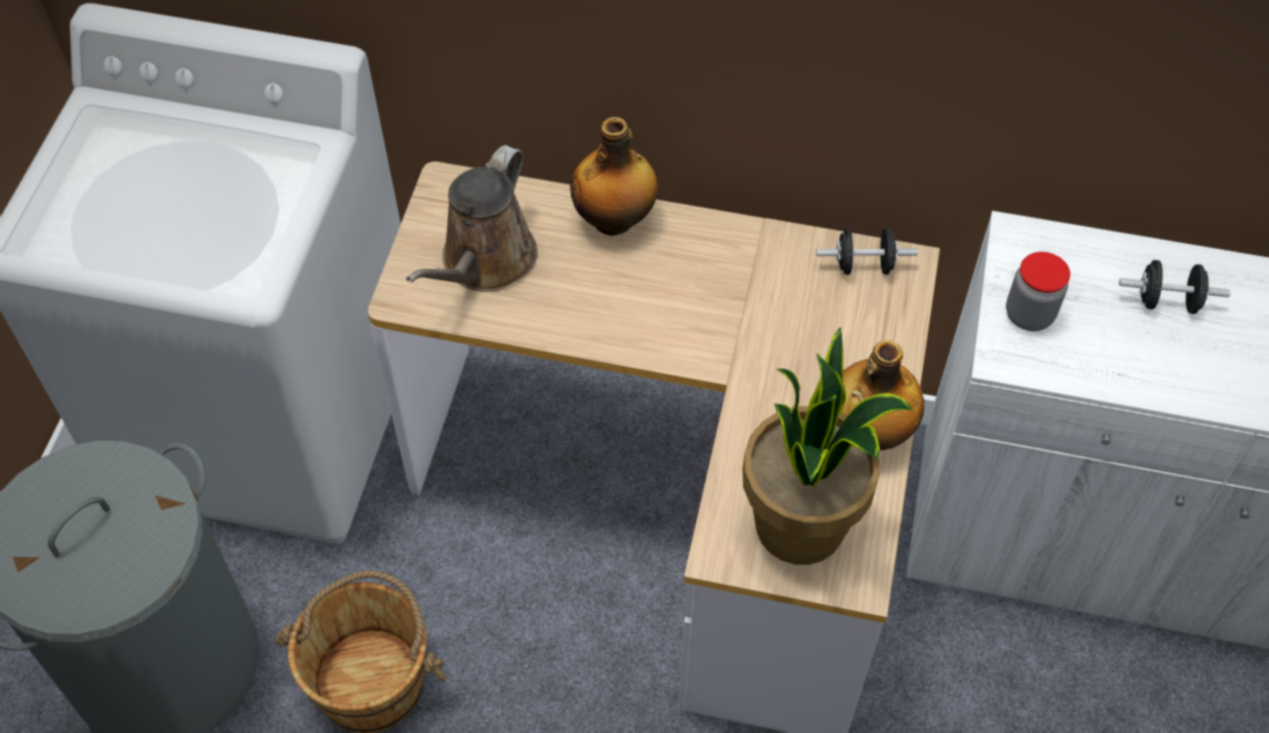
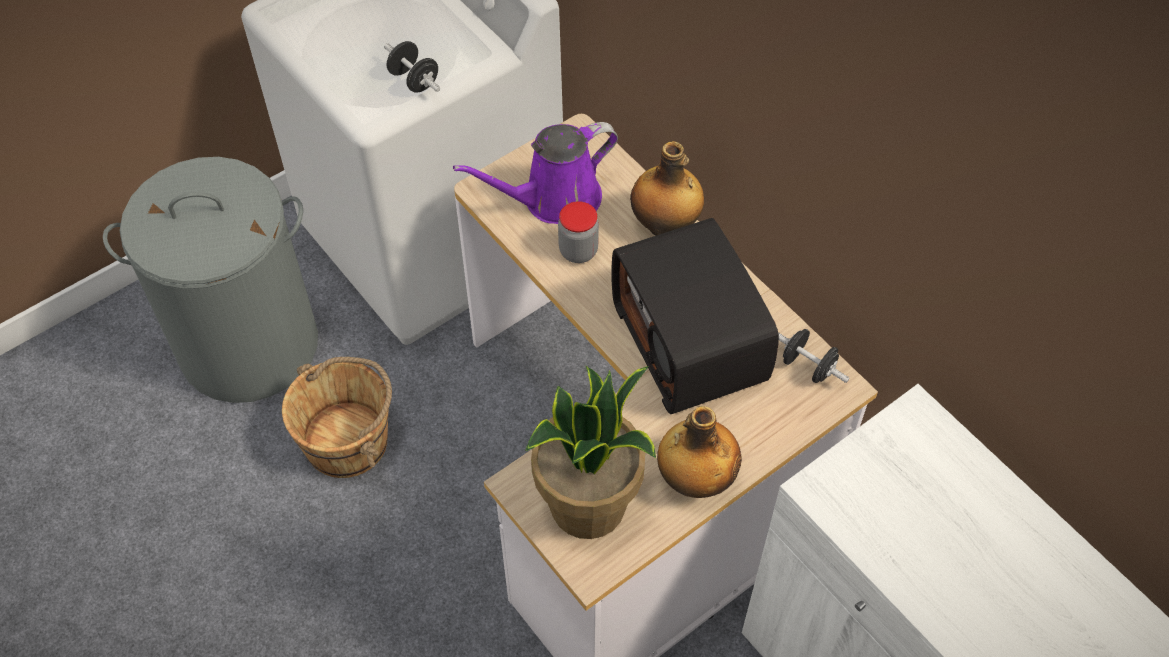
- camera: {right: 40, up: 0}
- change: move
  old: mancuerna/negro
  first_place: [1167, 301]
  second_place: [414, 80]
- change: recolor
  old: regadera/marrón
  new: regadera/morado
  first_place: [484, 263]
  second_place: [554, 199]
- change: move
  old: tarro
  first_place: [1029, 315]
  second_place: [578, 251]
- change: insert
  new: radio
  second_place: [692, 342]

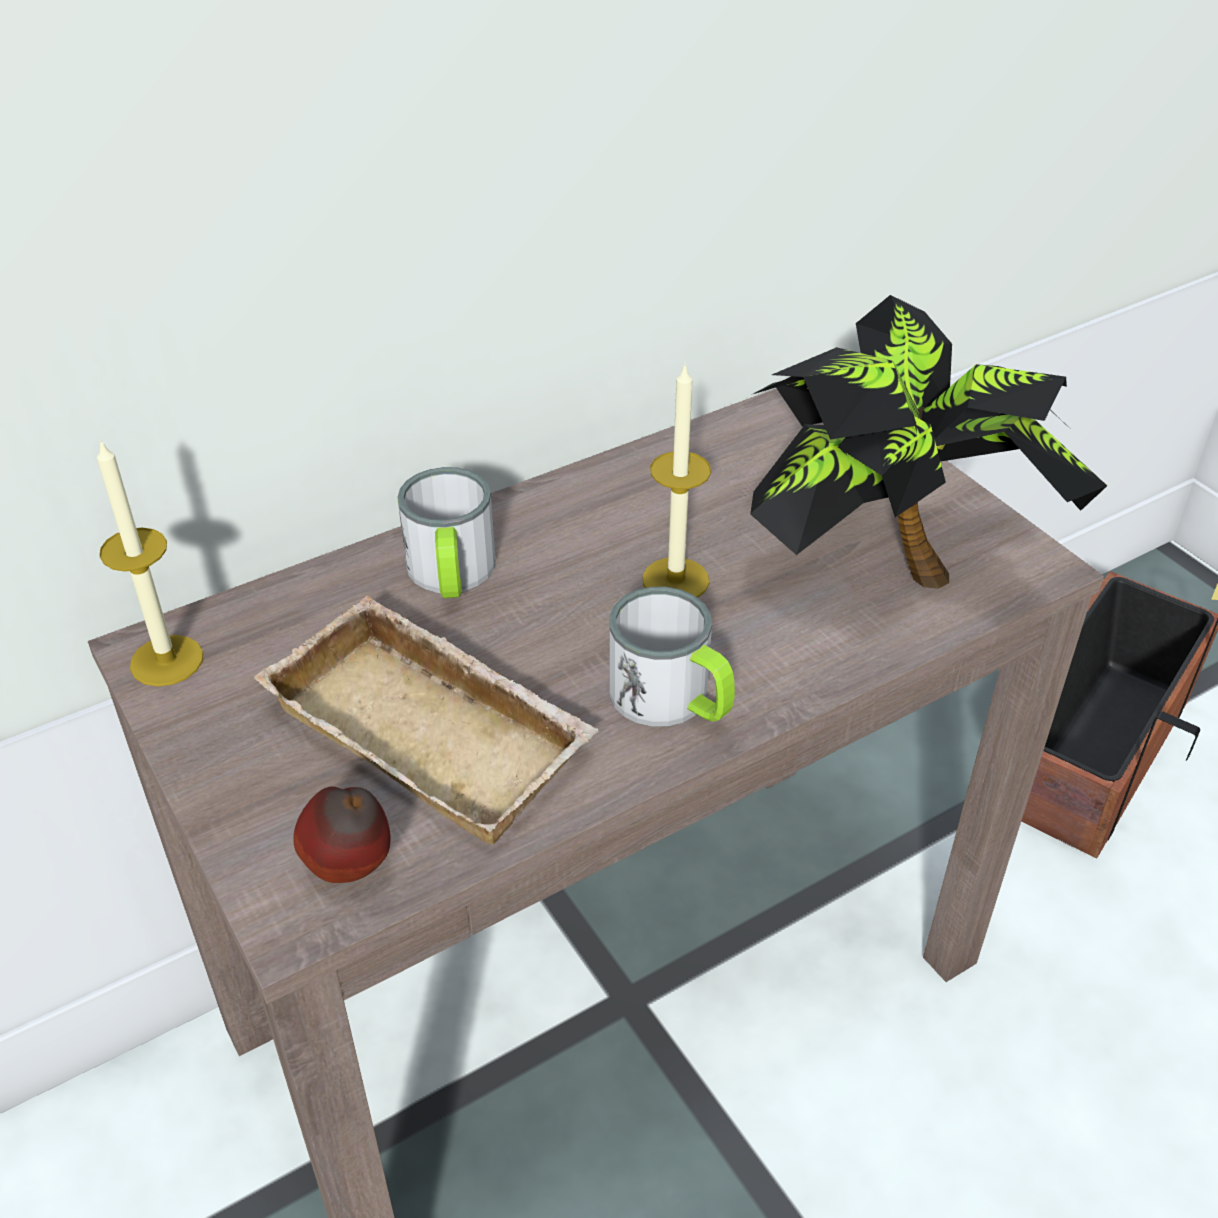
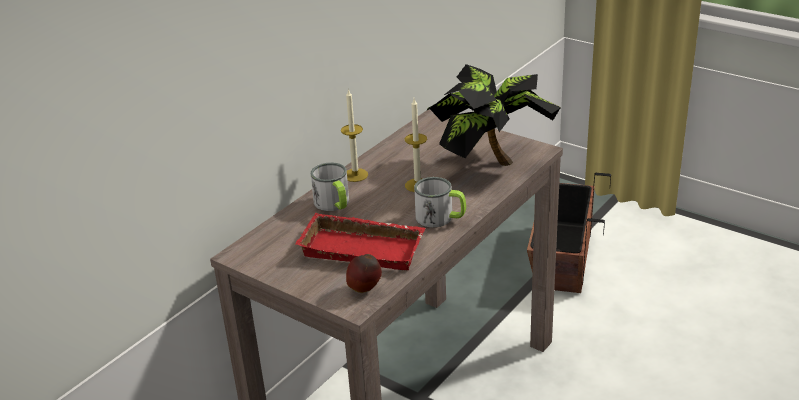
- camera: {right: -20, up: -10}
- change: recolor
  old: bandeja/beis
  new: bandeja/rojo
  first_place: [437, 730]
  second_place: [364, 247]
- change: move
  old: vela
  first_place: [167, 660]
  second_place: [355, 175]

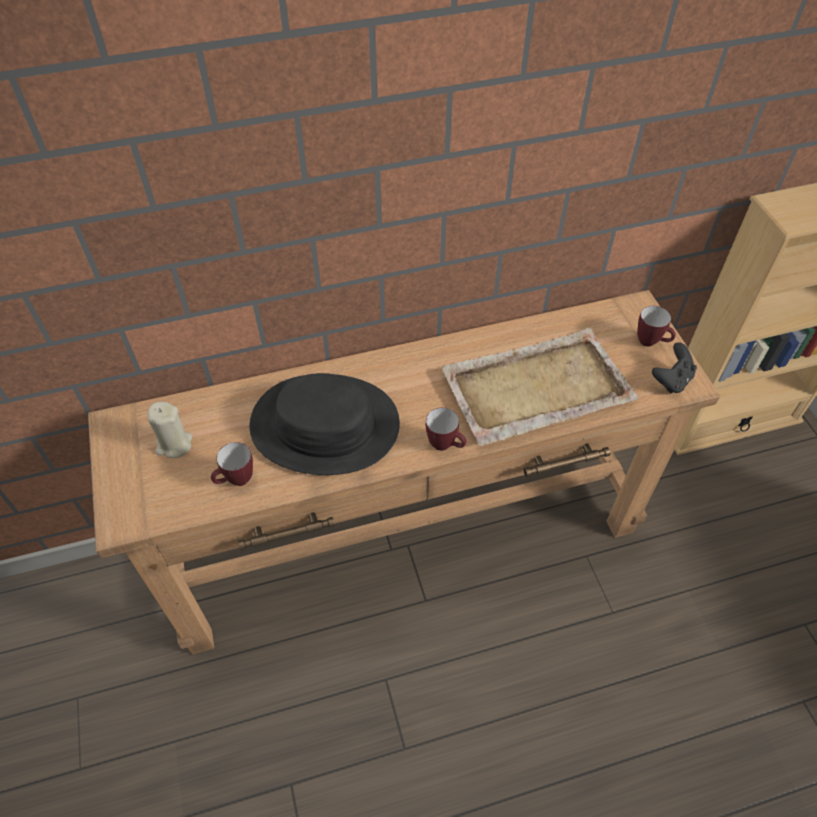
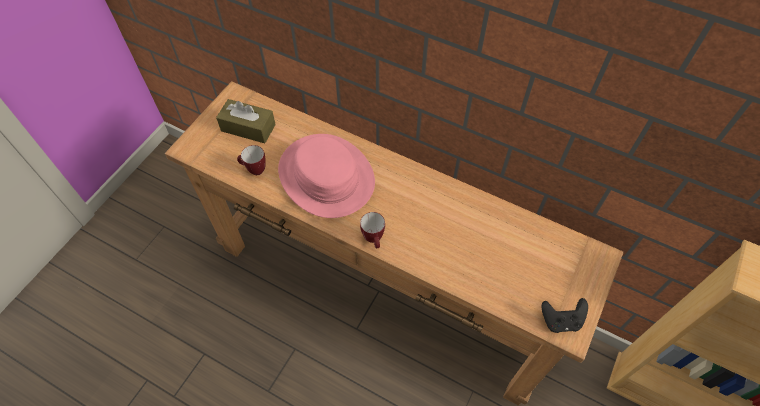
- camera: {right: 45, up: 5}
- change: replace
  old: vela/beis
  new: caja de pañuelos/marrón
  first_place: [174, 444]
  second_place: [248, 128]
- change: recolor
  old: sombrero/negro
  new: sombrero/rosa
  first_place: [325, 426]
  second_place: [326, 176]
- change: delete
  old: bandeja/beis
  first_place: [535, 389]
- change: delete
  old: taza grande
  first_place: [651, 342]

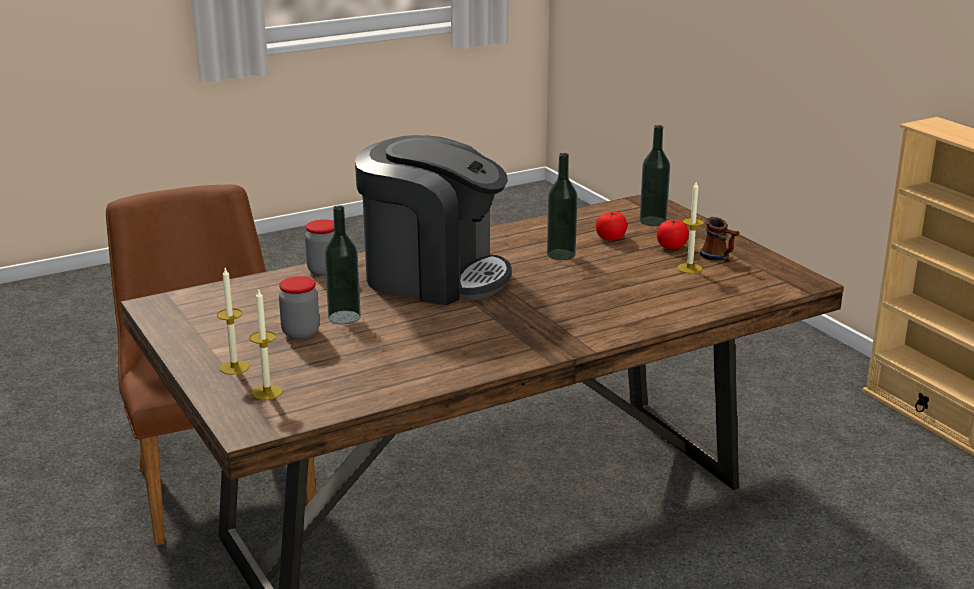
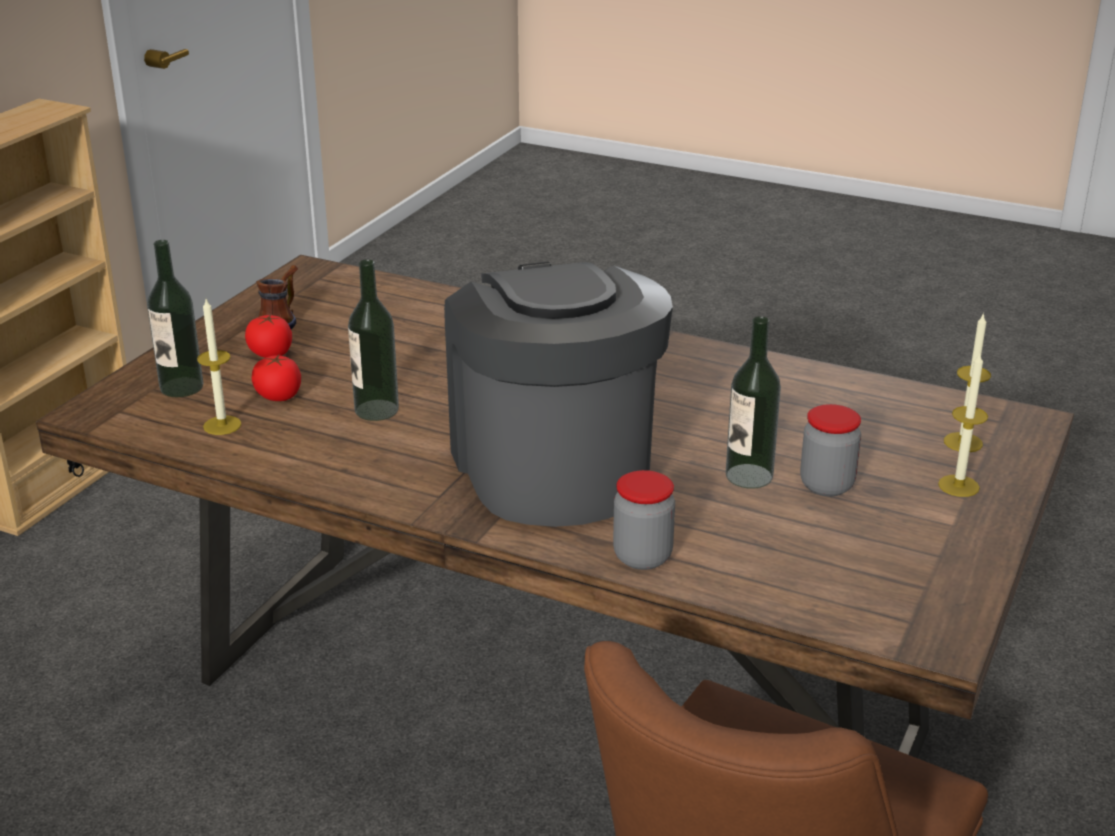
- camera: {right: -125, up: 5}
- change: move
  old: vela
  first_place: [689, 268]
  second_place: [222, 425]

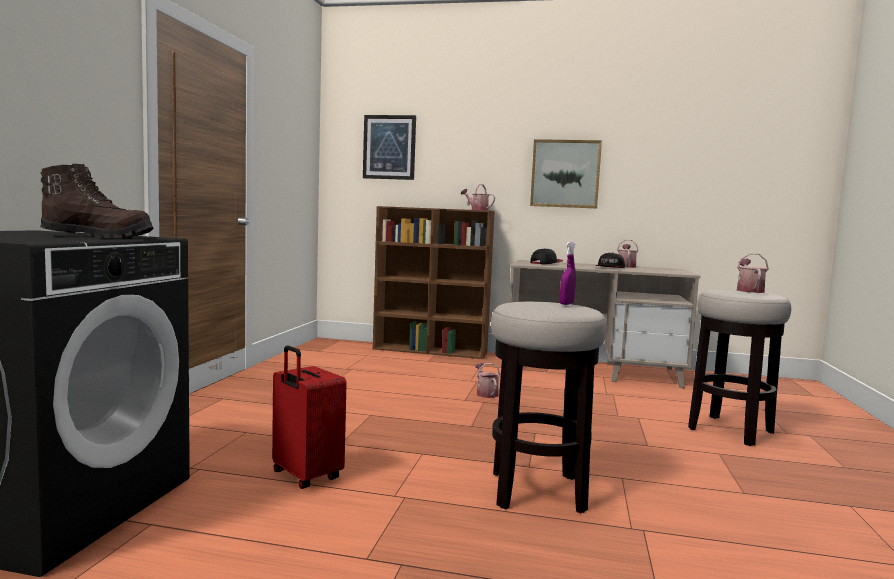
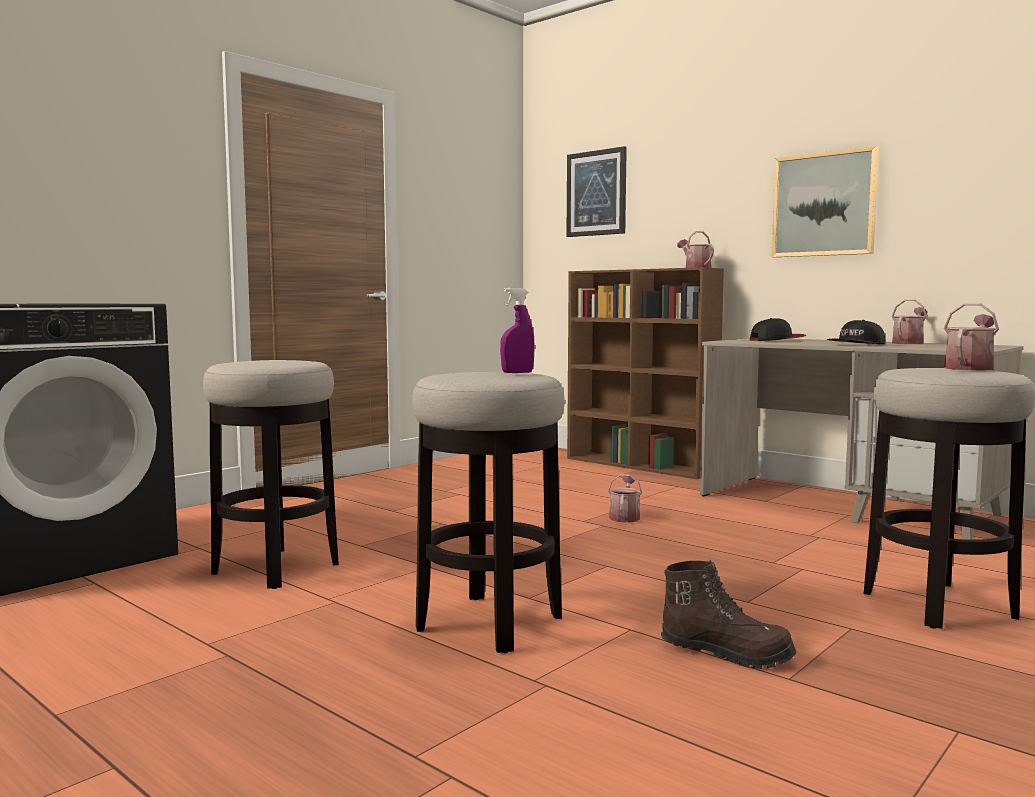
- camera: {right: 30, up: 0}
- change: replace
  old: maleta/rojo
  new: taburete
  first_place: [305, 476]
  second_place: [275, 568]
- change: move
  old: bota/marrón
  first_place: [99, 237]
  second_place: [726, 653]

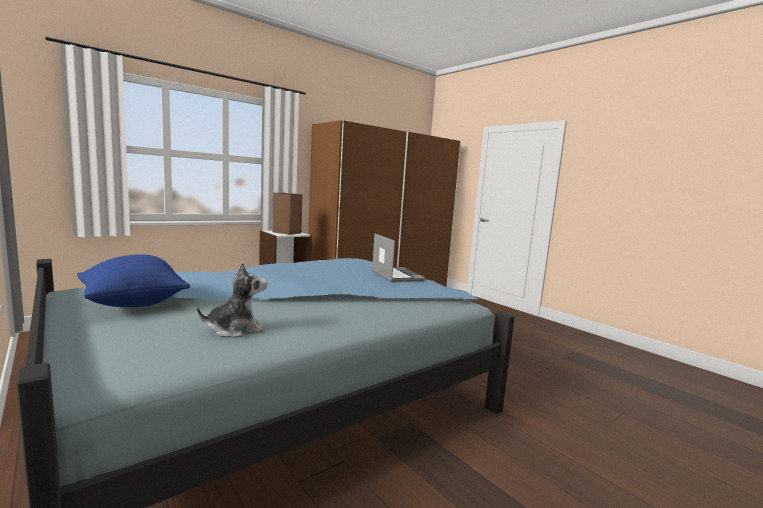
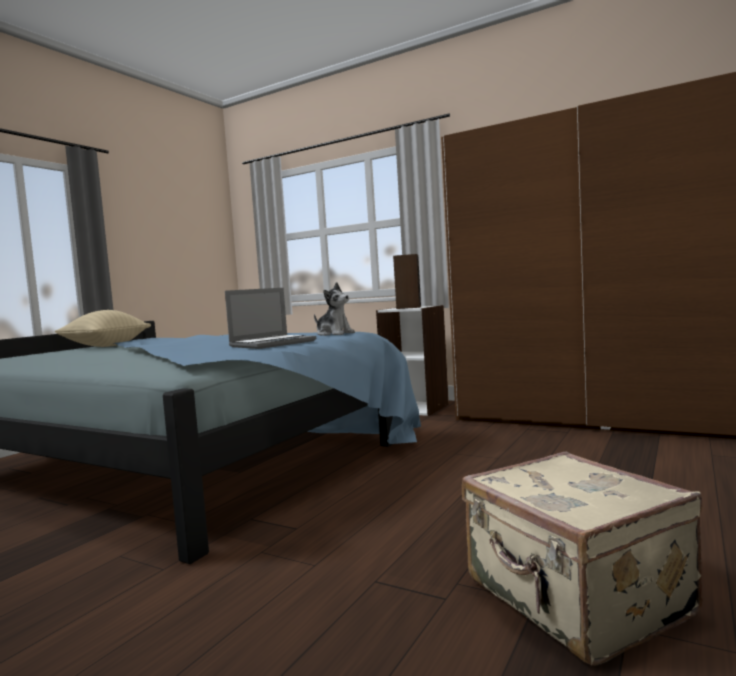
- camera: {right: 70, up: -5}
- change: recolor
  old: cojín/azul
  new: cojín/beis
  first_place: [134, 304]
  second_place: [105, 346]
- change: move
  old: peluche
  first_place: [235, 329]
  second_place: [334, 334]
- change: insert
  new: maleta/beis
  second_place: [575, 600]

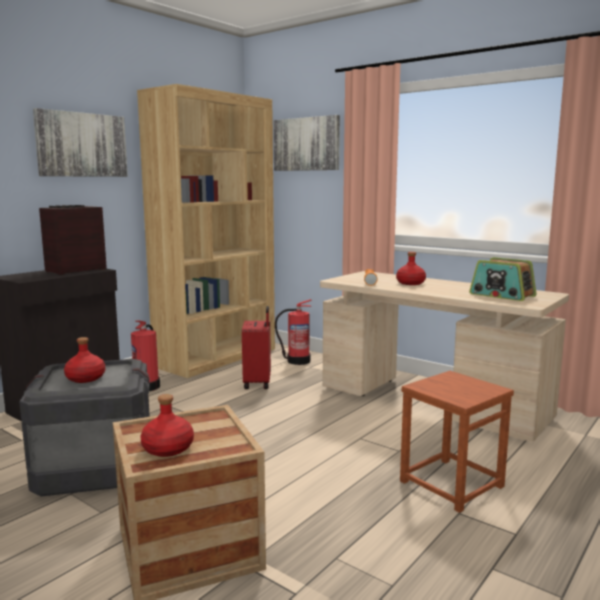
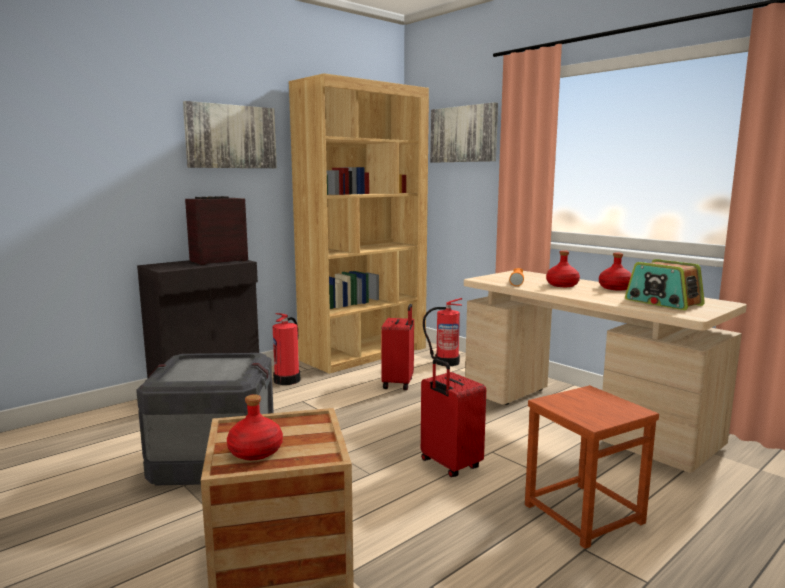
- camera: {right: 10, up: 0}
- change: insert
  new: maleta/rojo
  second_place: [449, 465]
- change: move
  old: botella/rojo
  first_place: [86, 378]
  second_place: [615, 288]

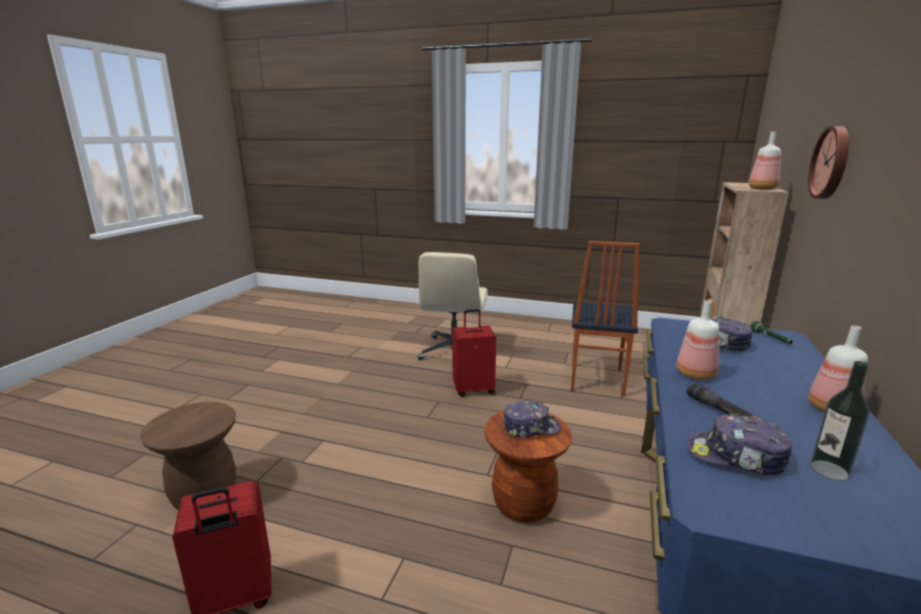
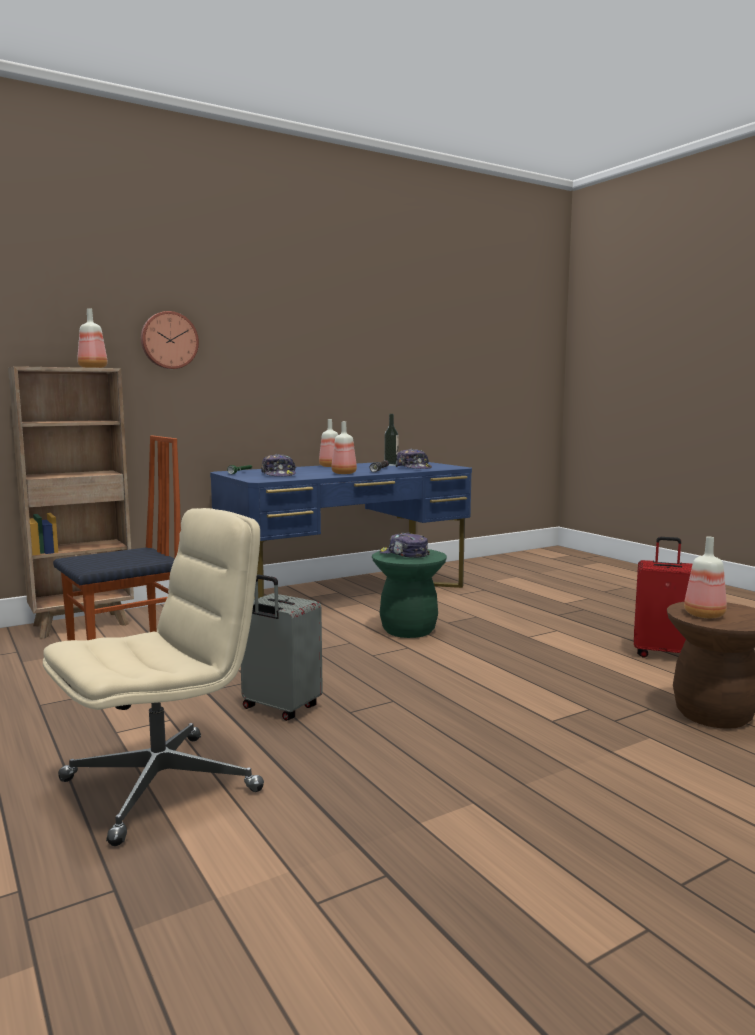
- camera: {right: -140, up: -10}
- change: recolor
  old: maleta/rojo
  new: maleta/gris
  first_place: [473, 389]
  second_place: [280, 708]
- change: recolor
  old: taburete/marrón
  new: taburete/verde
  first_place: [523, 504]
  second_place: [408, 630]
- change: insert
  new: botella
  second_place: [704, 614]

